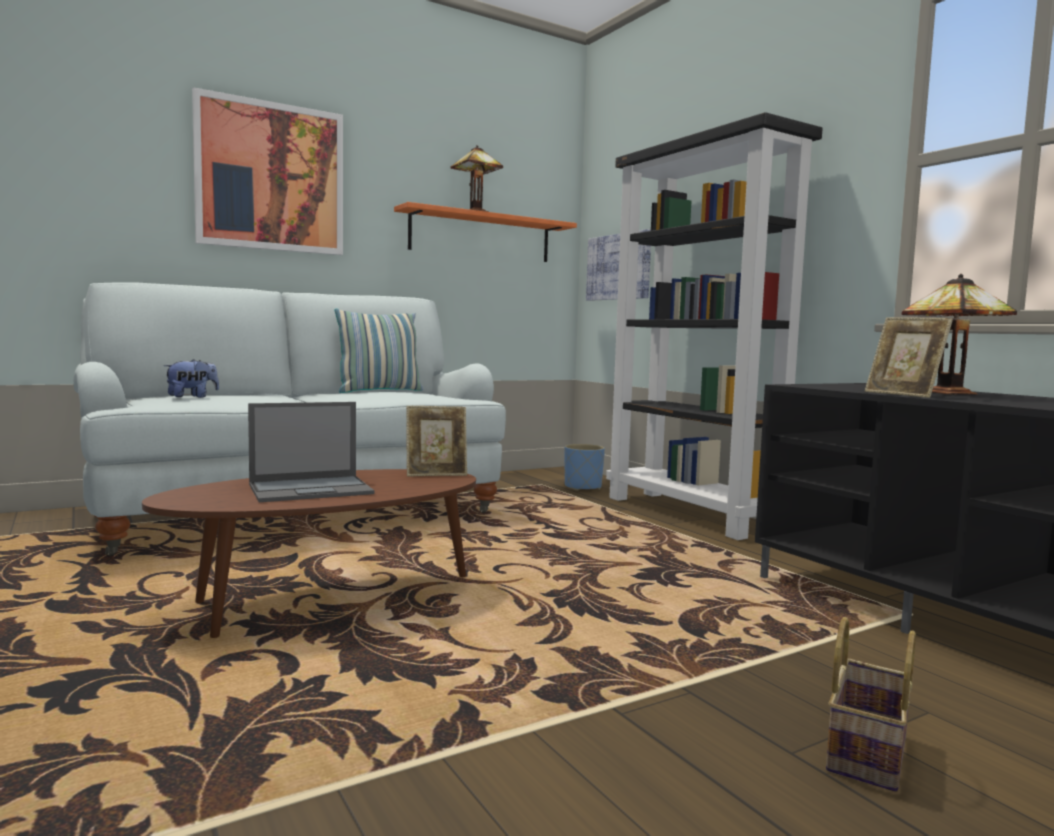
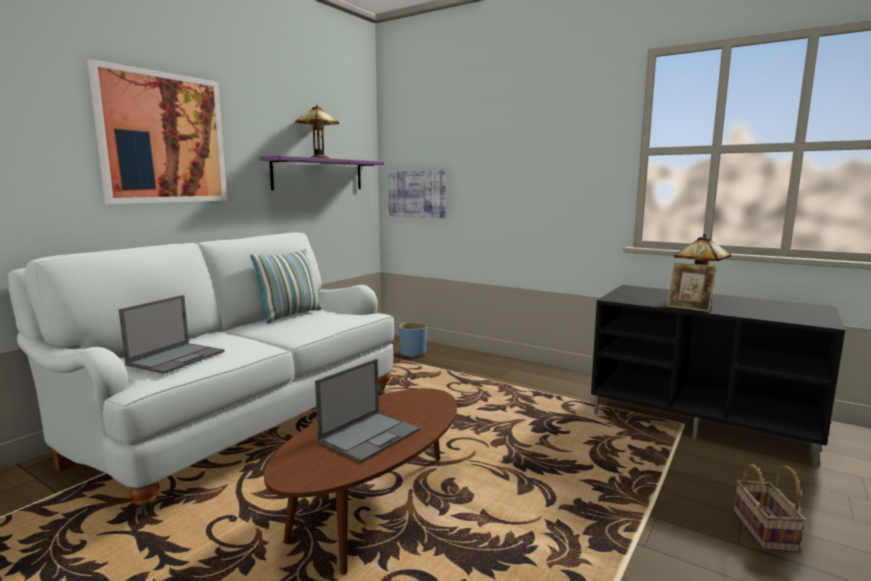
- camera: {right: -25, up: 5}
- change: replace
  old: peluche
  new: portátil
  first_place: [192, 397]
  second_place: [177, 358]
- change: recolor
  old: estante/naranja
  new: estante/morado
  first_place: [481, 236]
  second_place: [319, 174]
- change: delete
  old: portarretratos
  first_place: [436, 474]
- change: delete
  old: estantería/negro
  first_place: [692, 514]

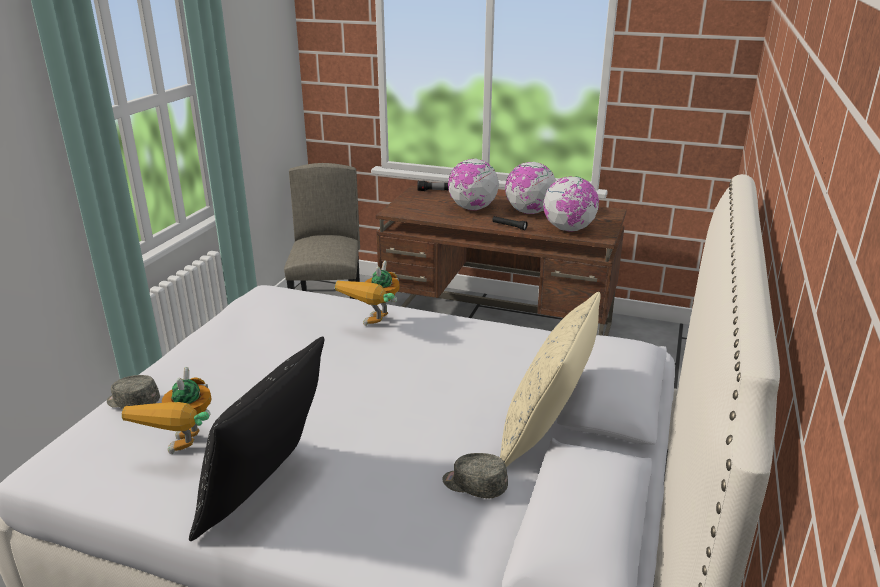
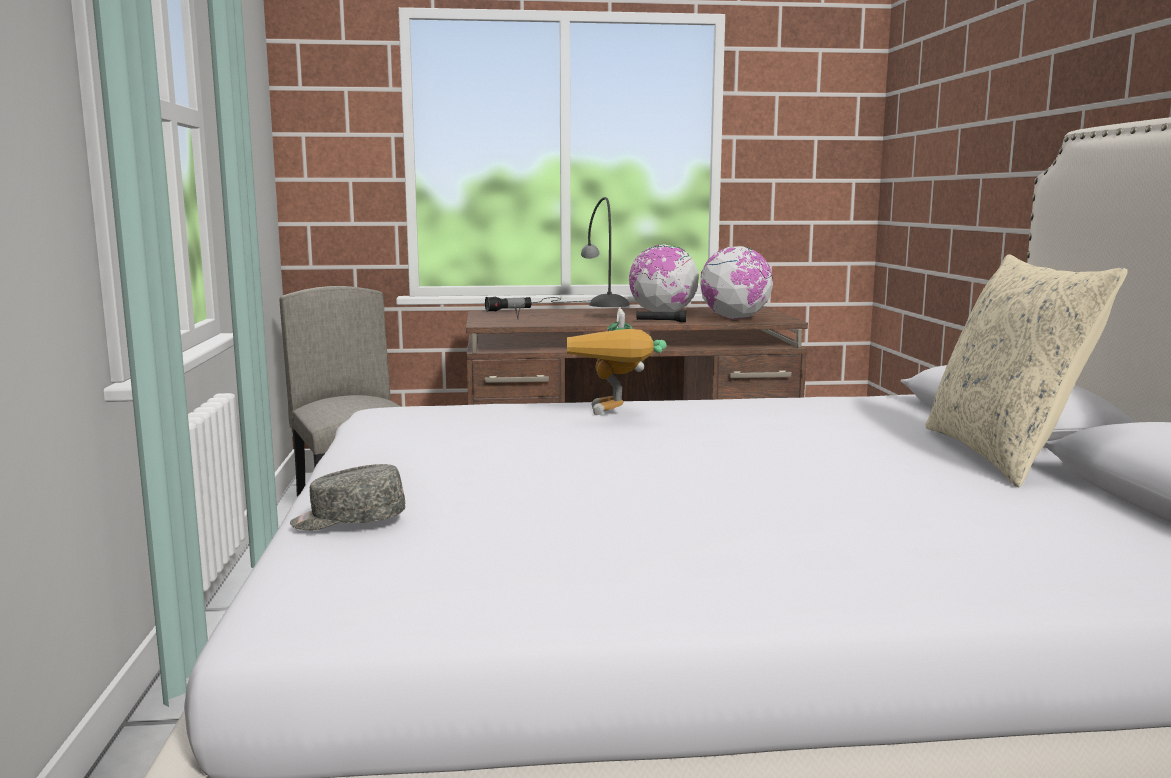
- camera: {right: -25, up: -15}
- change: replace
  old: globo terráqueo
  new: lámpara de mesa/gris
  first_place: [472, 208]
  second_place: [587, 316]
- change: delete
  old: robot de juguete
  first_place: [186, 453]
- change: delete
  old: cojín/negro
  first_place: [267, 495]
- change: delete
  old: gorra/gris
  first_place: [474, 485]

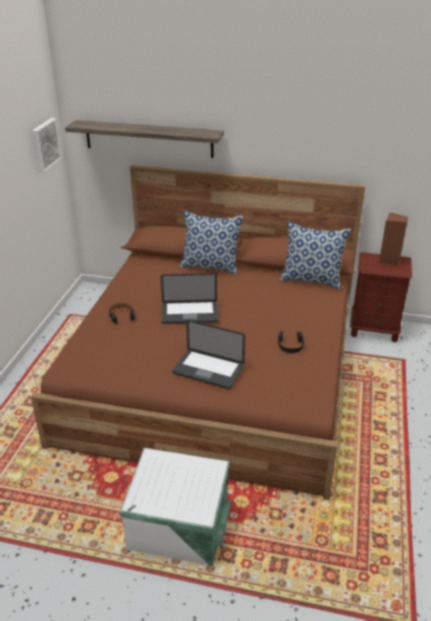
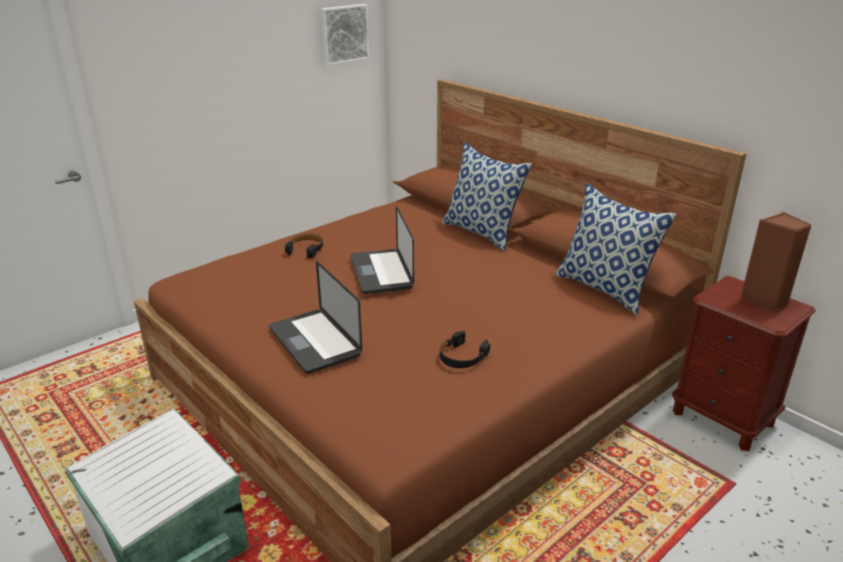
- camera: {right: 35, up: -5}
- change: rotate
  old: portátil
  first_place: [189, 313]
  second_place: [381, 272]
  degrees: 45
- change: delete
  old: estante
  first_place: [148, 139]

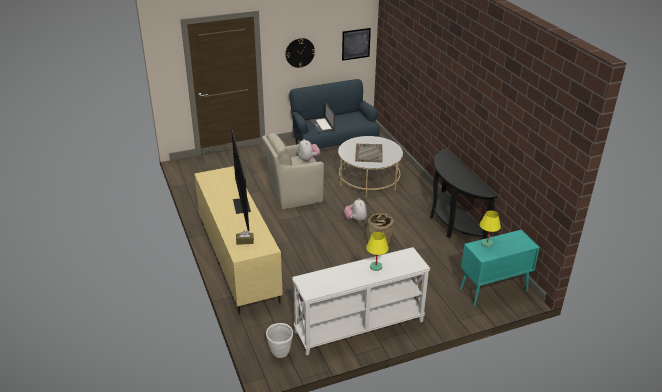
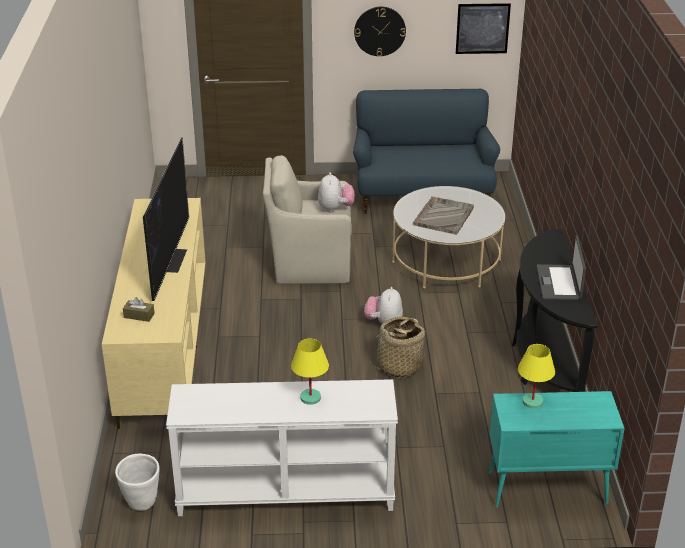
- camera: {right: 20, up: 0}
- change: move
  old: portátil
  first_place: [322, 125]
  second_place: [559, 283]

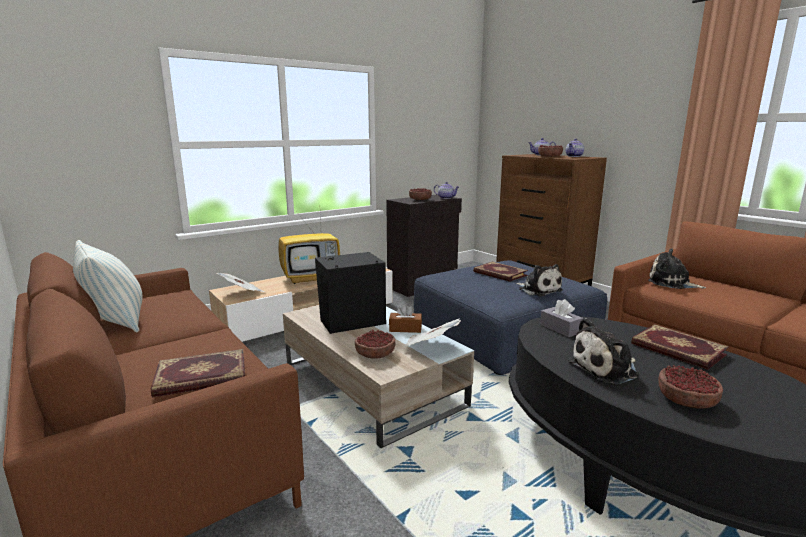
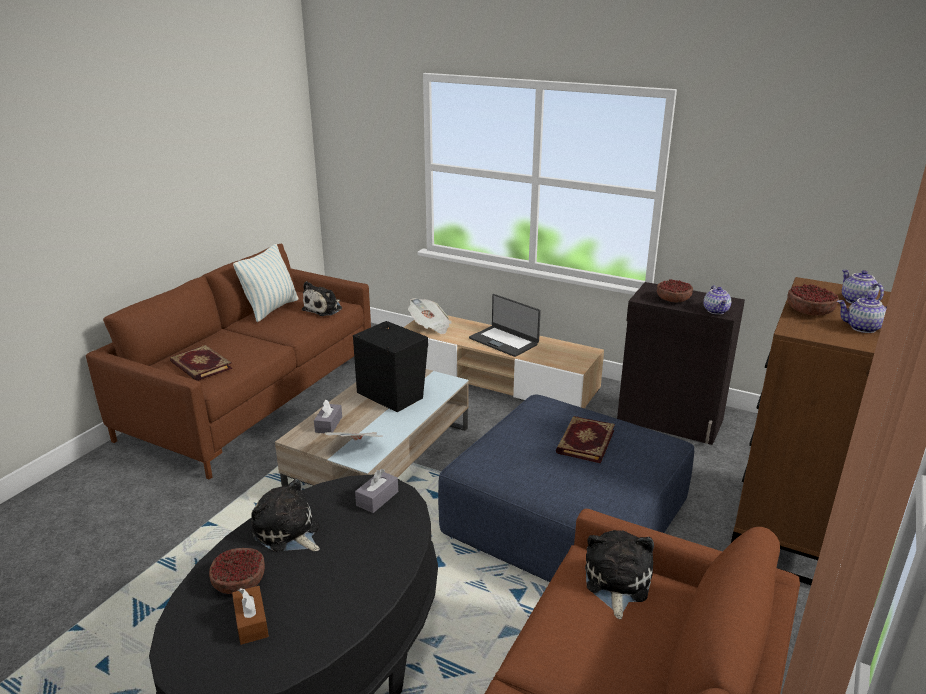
- camera: {right: 65, up: 10}
- change: move
  old: caja de pañuelos/marrón
  first_place: [405, 328]
  second_place: [251, 622]
- change: move
  old: peluche
  first_place: [538, 290]
  second_place: [324, 309]
- change: replace
  old: cuenco
  new: caja de pañuelos/gris
  first_place: [375, 354]
  second_place: [328, 424]
- change: replace
  old: televisor
  new: portátil
  first_place: [311, 278]
  second_place: [504, 341]
- change: delete
  old: libro
  first_place: [677, 350]

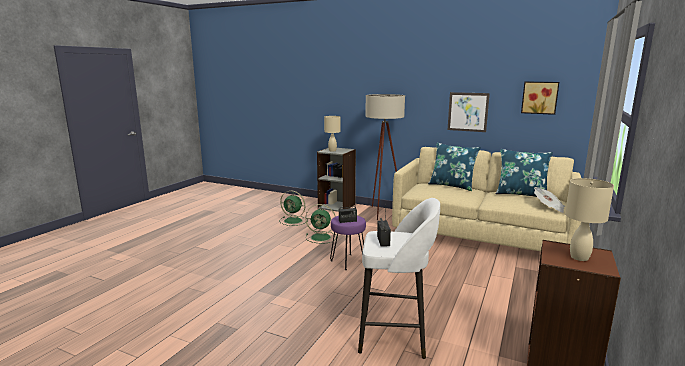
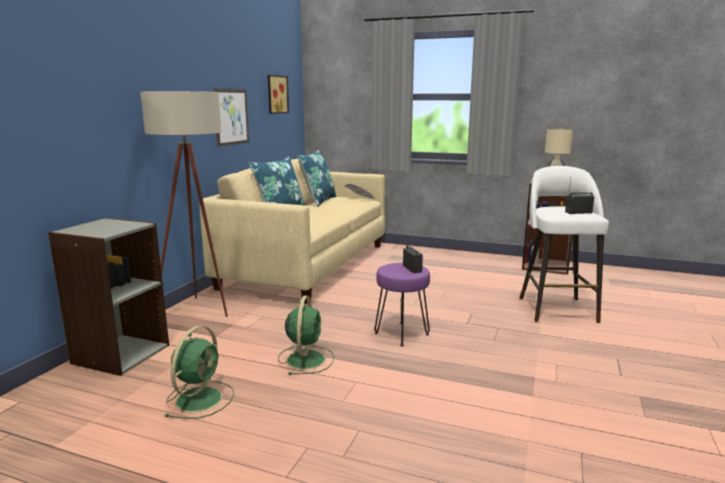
- camera: {right: -95, up: 0}
- change: delete
  old: lámpara de mesa/beis
  first_place: [332, 150]

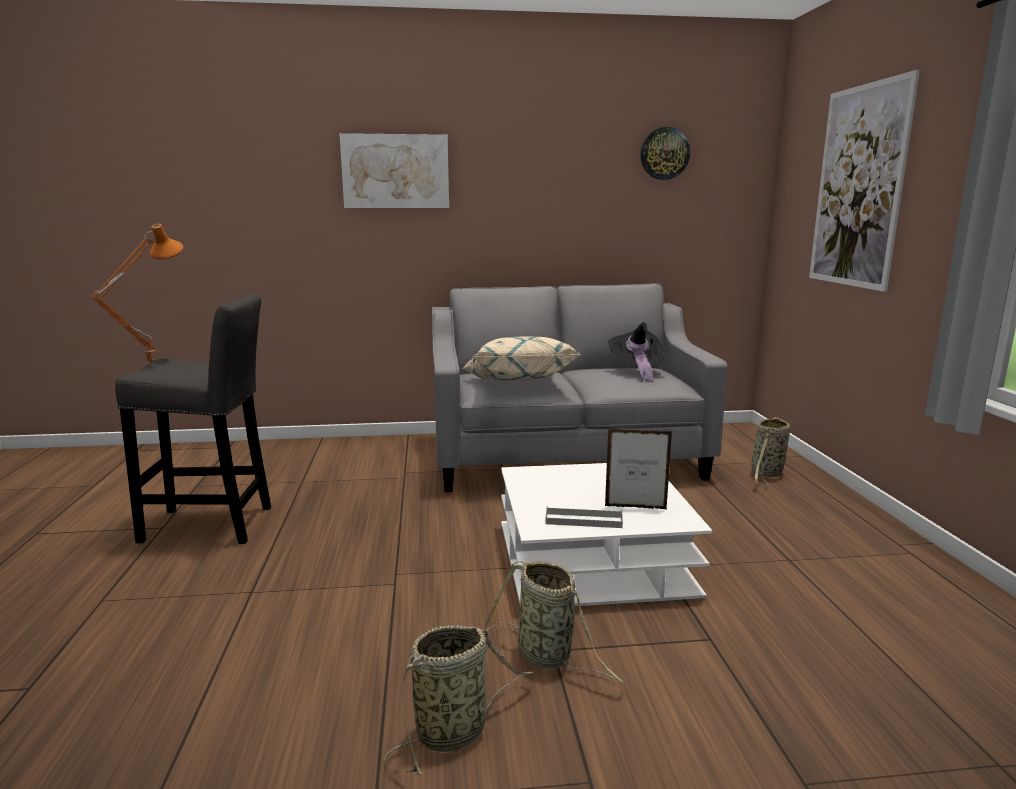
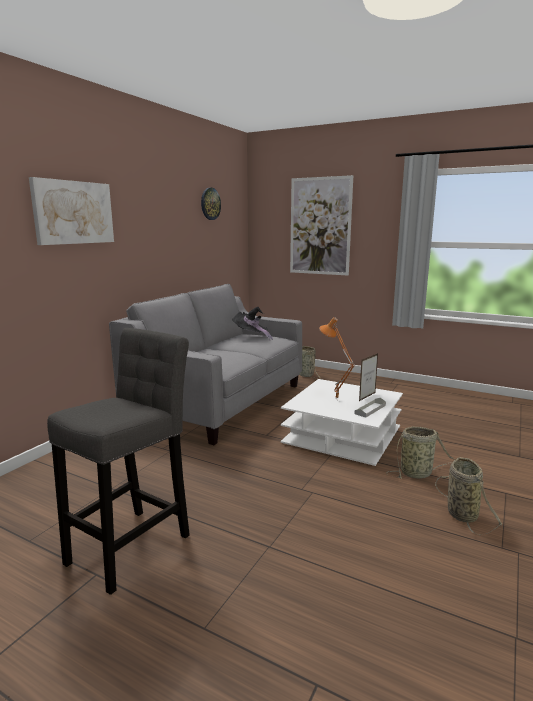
- camera: {right: -55, up: 0}
- change: move
  old: lámpara de mesa/naranja
  first_place: [150, 365]
  second_place: [335, 399]
- change: delete
  old: cojín/beis
  first_place: [517, 383]

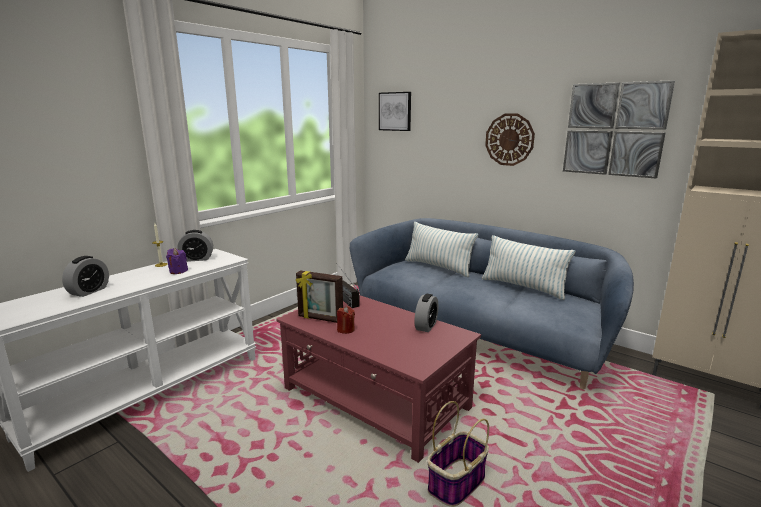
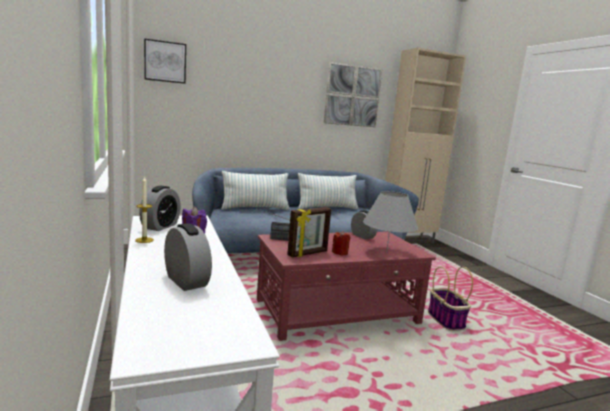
- camera: {right: -60, up: -5}
- change: insert
  new: lámpara de mesa/gris
  second_place: [386, 252]
- change: delete
  old: reloj de pared
  first_place: [509, 139]

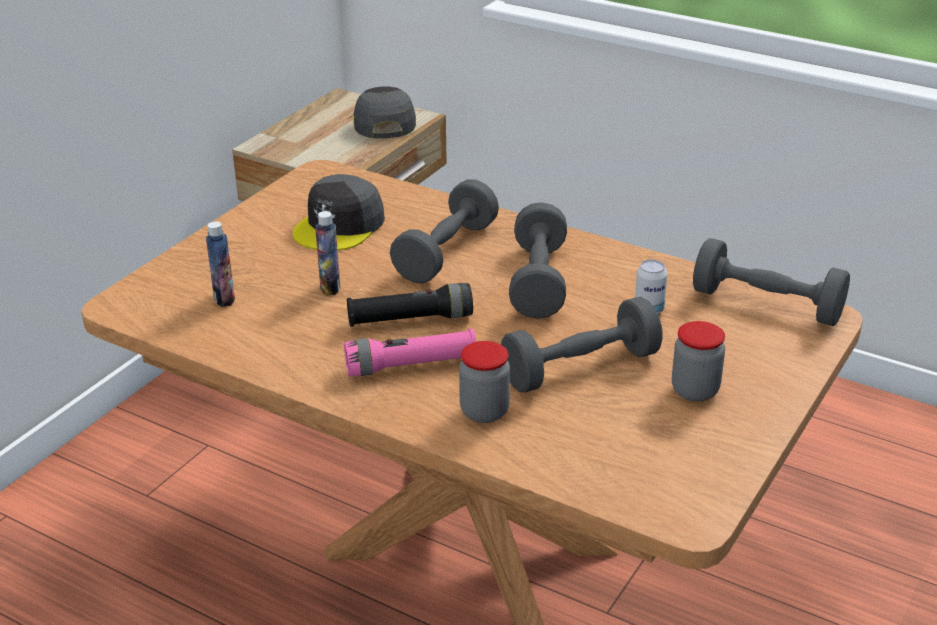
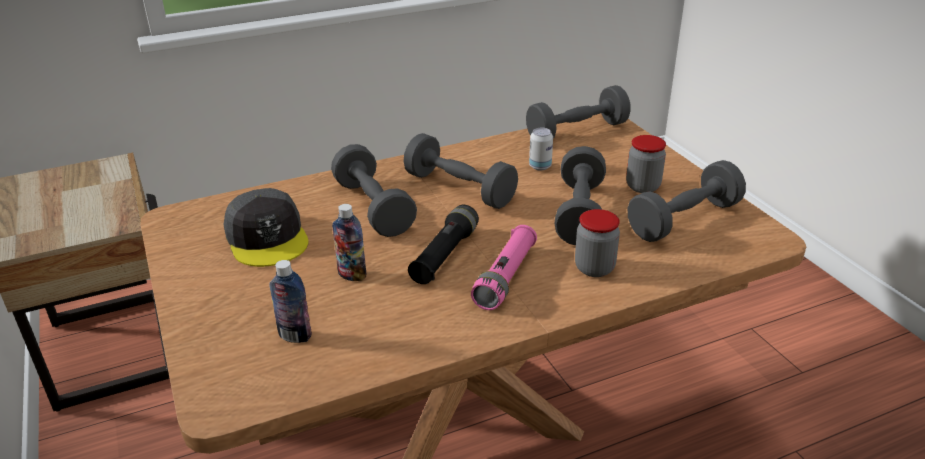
- camera: {right: -55, up: 0}
- change: insert
  new: mancuerna/gris
  second_place: [684, 220]
- change: delete
  old: gorra/gris
  first_place: [383, 122]

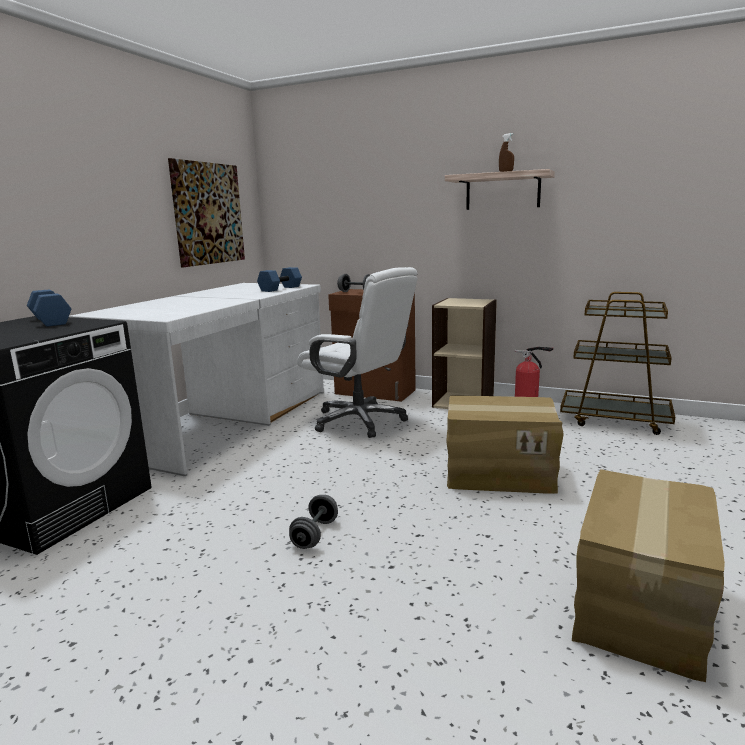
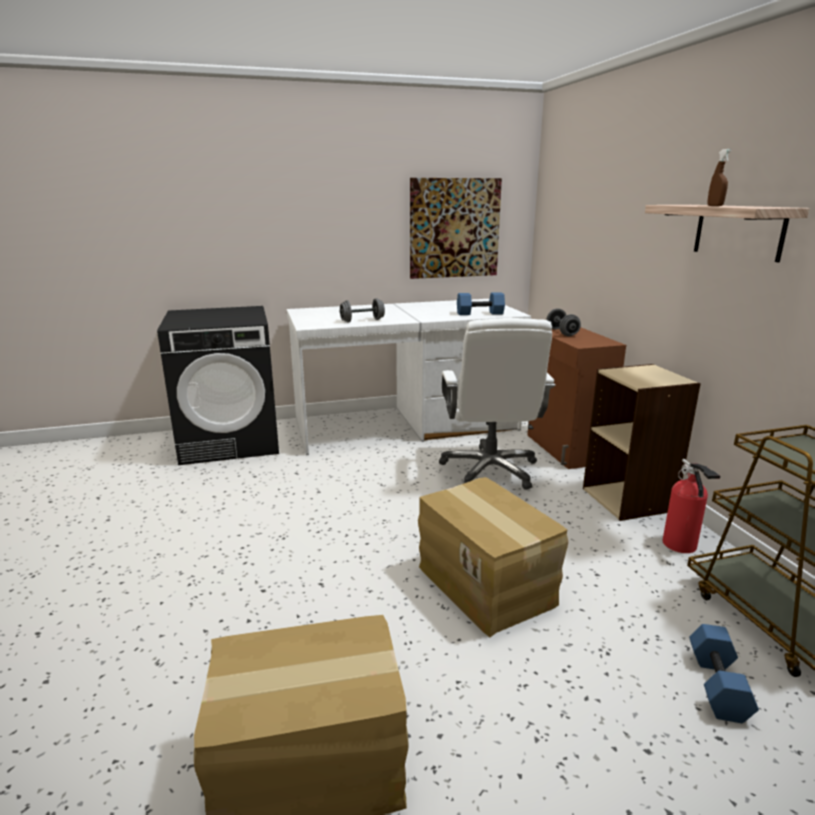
- camera: {right: 50, up: 5}
- change: move
  old: mancuerna/gris
  first_place: [315, 534]
  second_place: [362, 320]
- change: move
  old: mancuerna/azul
  first_place: [52, 321]
  second_place: [719, 686]

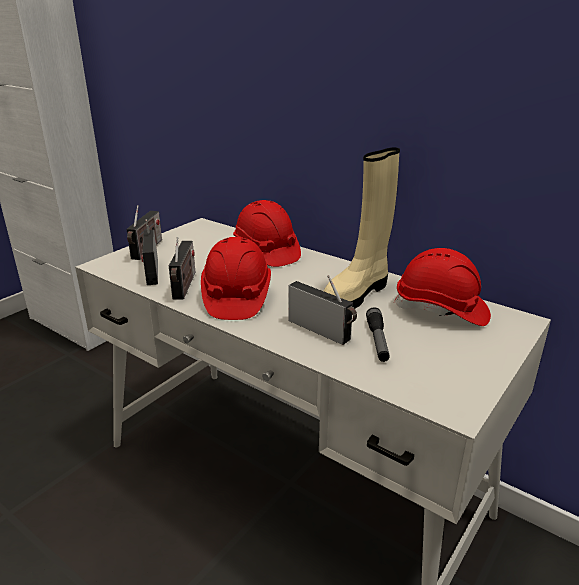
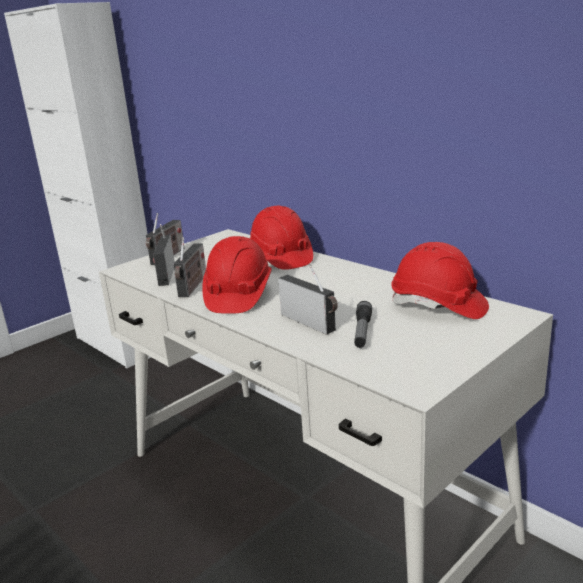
- camera: {right: 10, up: -5}
- change: delete
  old: bota/beis
  first_place: [357, 294]

